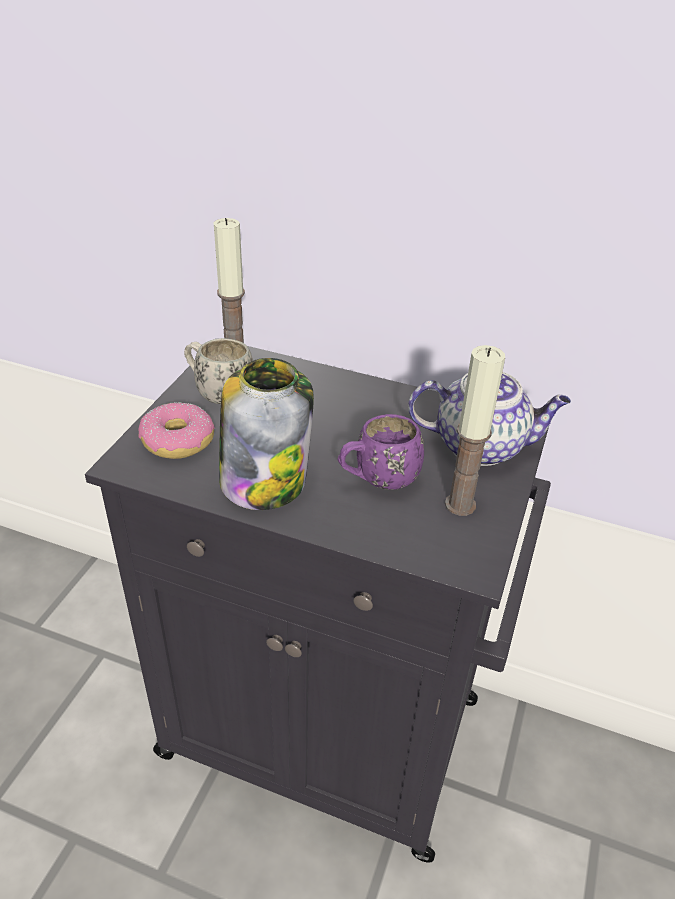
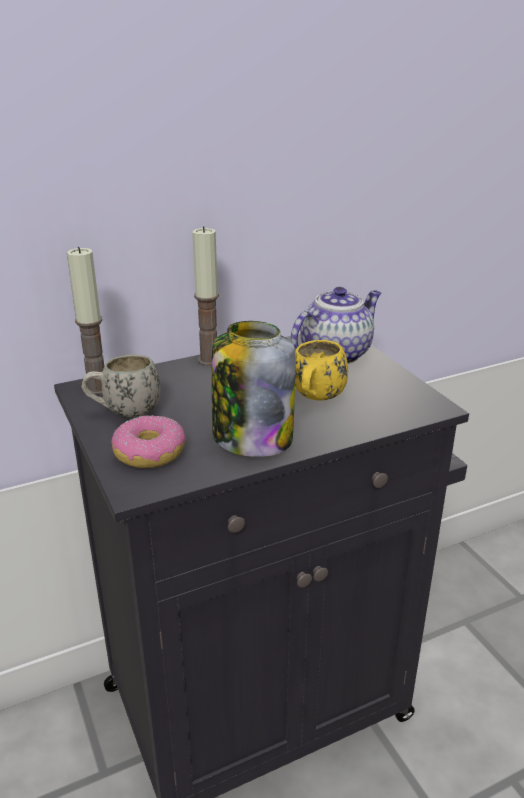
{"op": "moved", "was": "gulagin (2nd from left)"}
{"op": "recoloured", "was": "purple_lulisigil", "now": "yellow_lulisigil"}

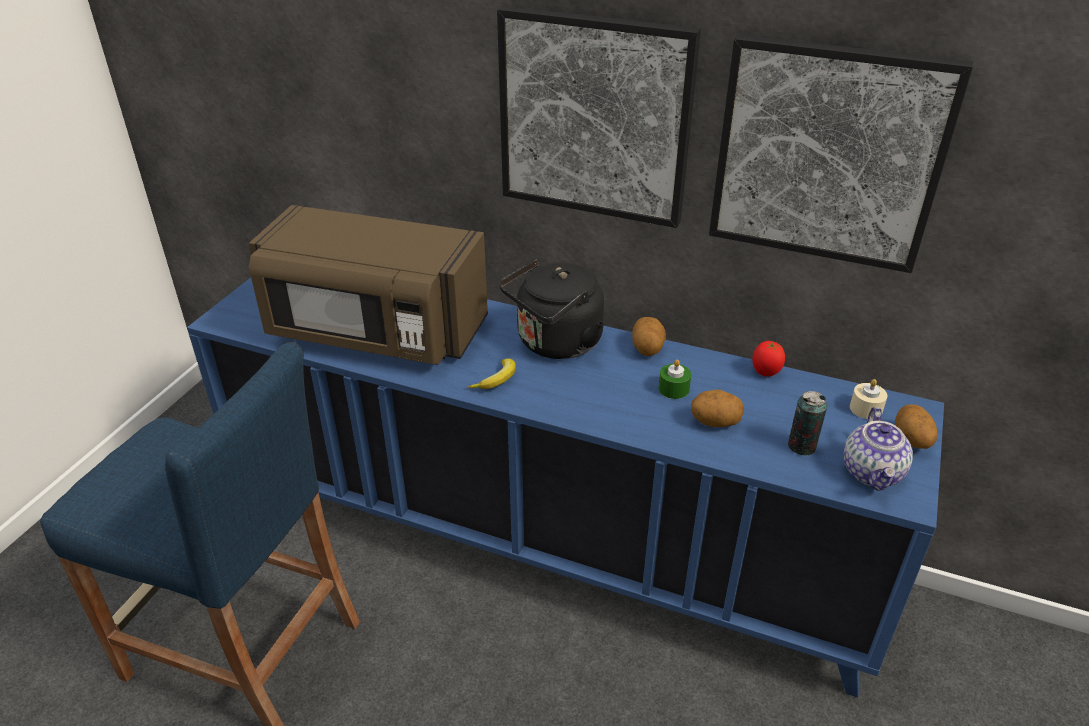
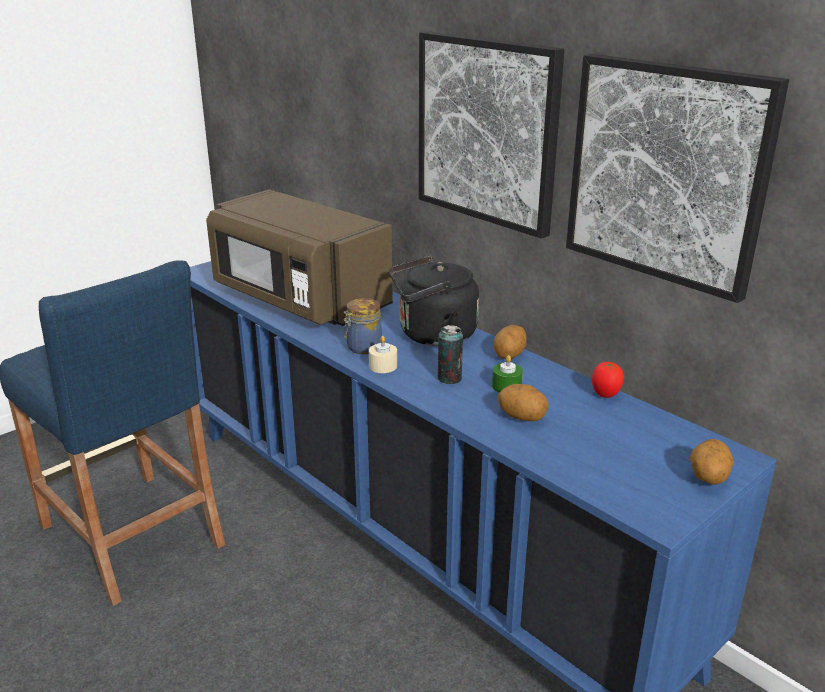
{"op": "removed", "was": "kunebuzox"}
{"op": "moved", "was": "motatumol"}
{"op": "moved", "was": "beige_gulagin"}
{"op": "replaced", "was": "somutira", "now": "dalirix"}

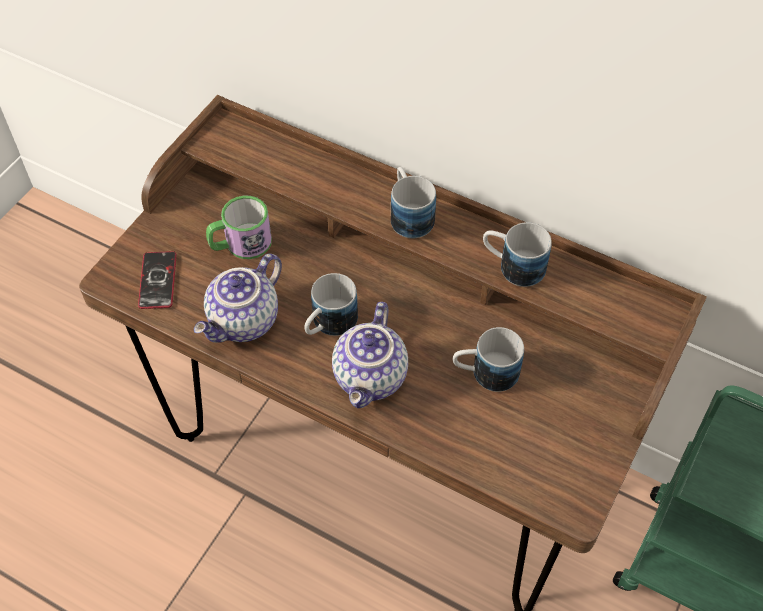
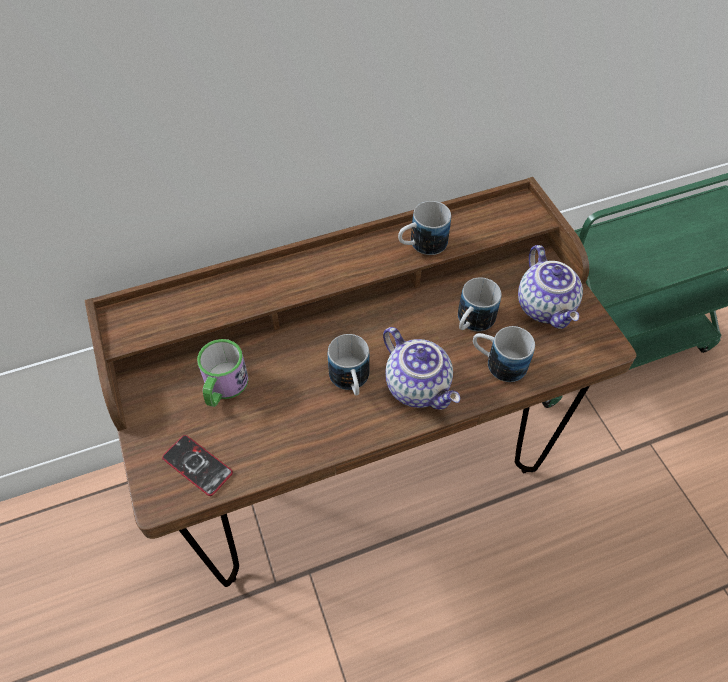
{"op": "moved", "was": "kunebuzox (1st from left in the first image)", "now": "kunebuzox (2nd from left)"}
{"op": "moved", "was": "lulisigil (3rd from left in the first image)", "now": "lulisigil (5th from left)"}

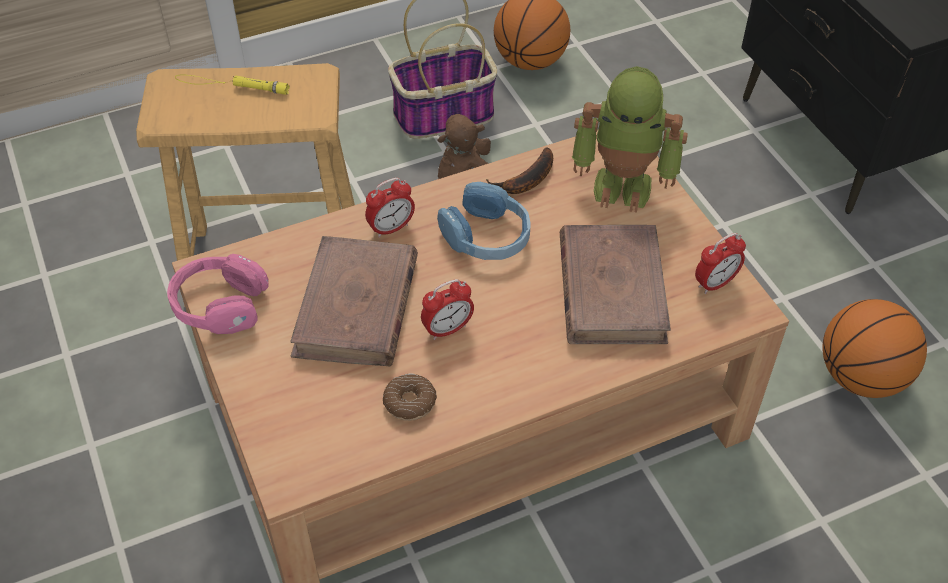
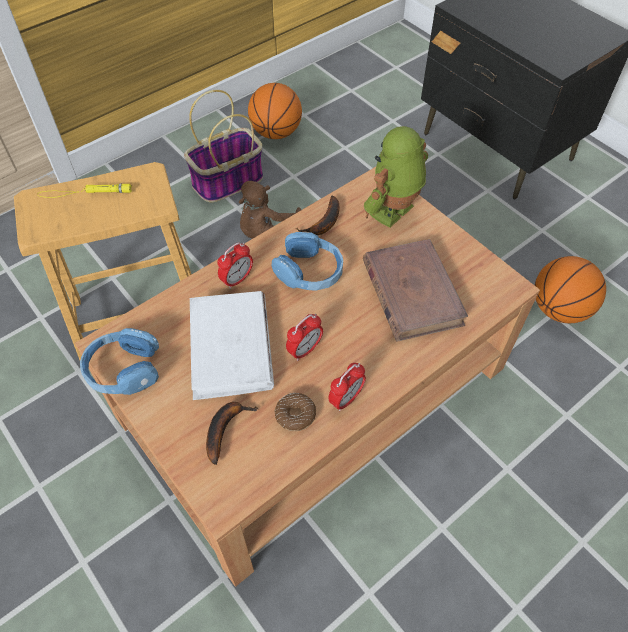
{"op": "added", "now": "somutira (1st from left)"}
{"op": "moved", "was": "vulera (3rd from left)"}
{"op": "recoloured", "was": "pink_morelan", "now": "blue_morelan (1st from left)"}
{"op": "recoloured", "was": "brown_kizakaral (1st from left)", "now": "white_kizakaral"}
{"op": "turned", "was": "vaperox", "clockwise": 135}

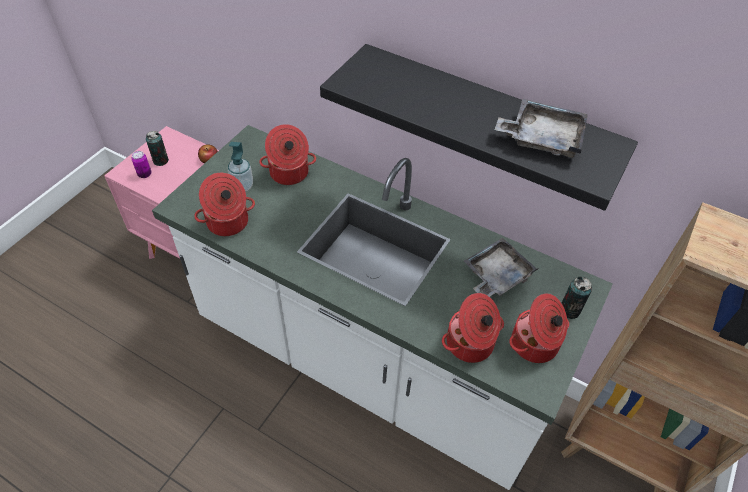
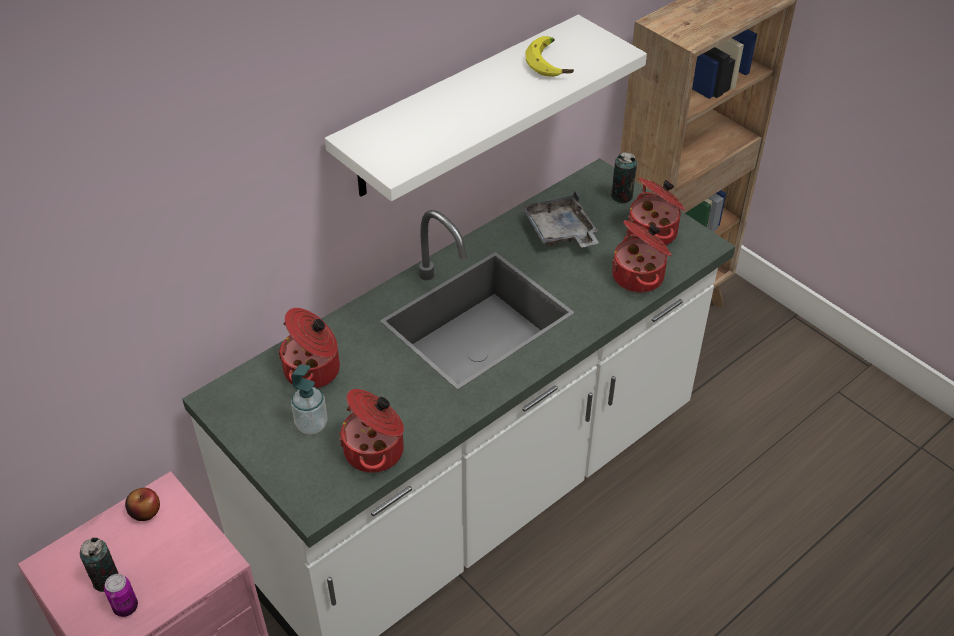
{"op": "replaced", "was": "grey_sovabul (2nd from left)", "now": "somutira"}
{"op": "recoloured", "was": "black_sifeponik", "now": "white_sifeponik"}

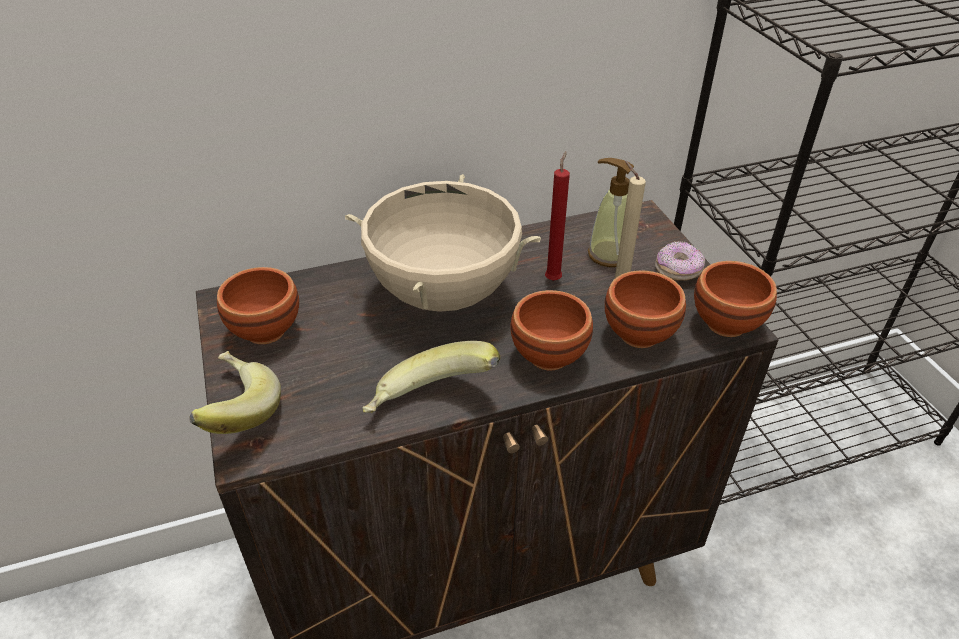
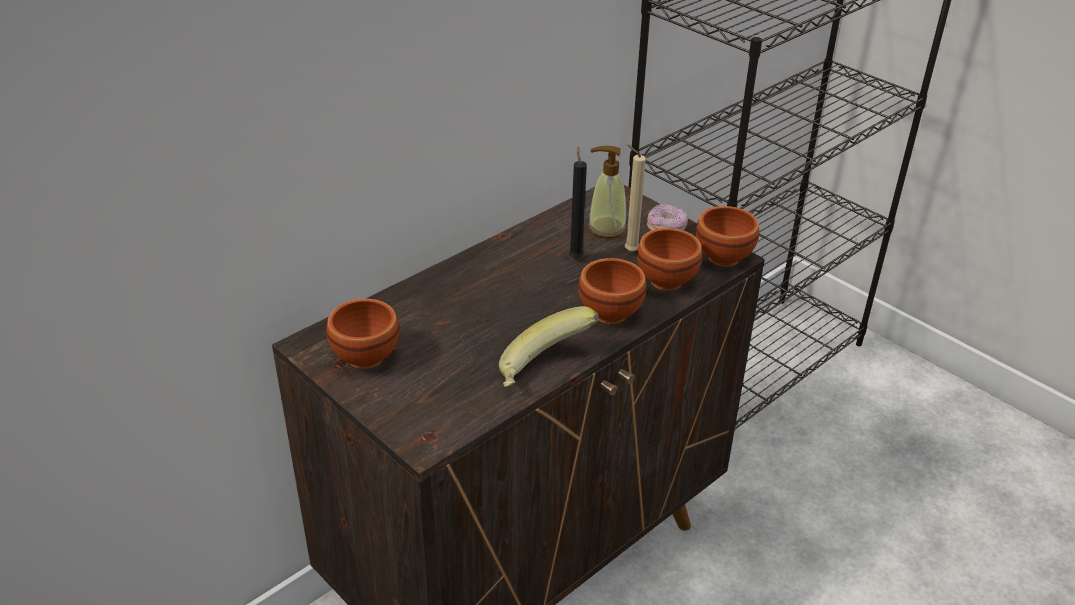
{"op": "removed", "was": "somutira (1st from left)"}
{"op": "removed", "was": "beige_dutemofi"}
{"op": "recoloured", "was": "red_gulagin", "now": "black_gulagin"}

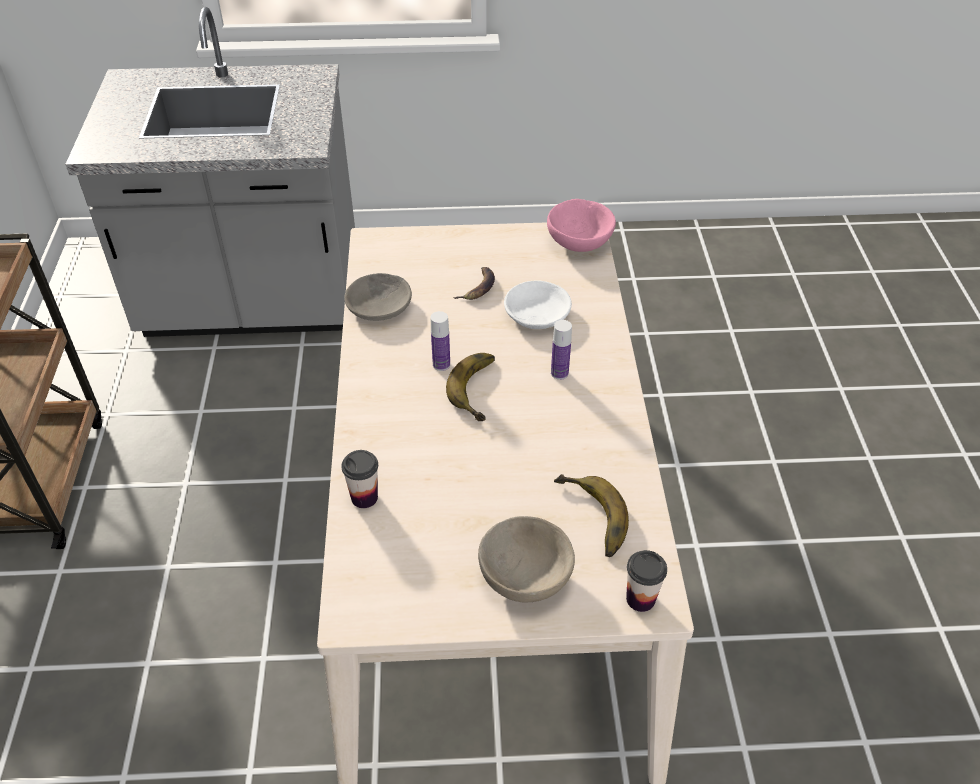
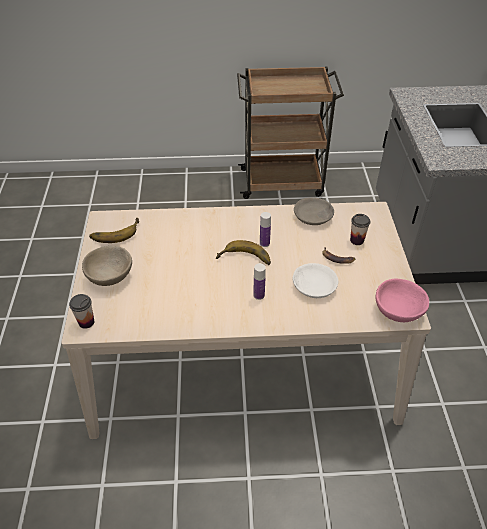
{"op": "moved", "was": "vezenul (1st from left in the first image)", "now": "vezenul (2nd from left)"}
{"op": "moved", "was": "somutira (3rd from left in the first image)", "now": "somutira (1st from left)"}

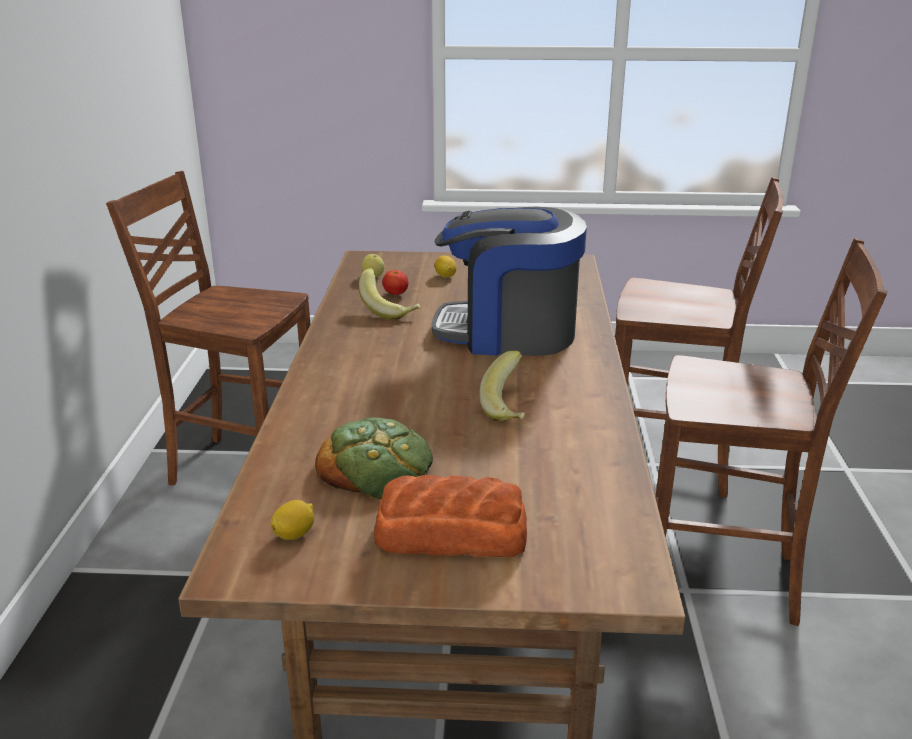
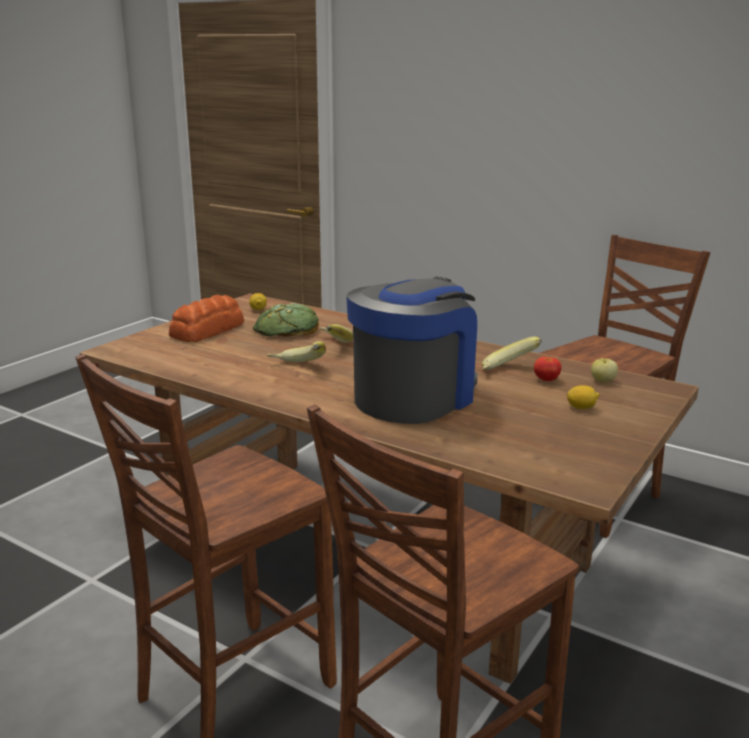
{"op": "added", "now": "somutira (2nd from left)"}

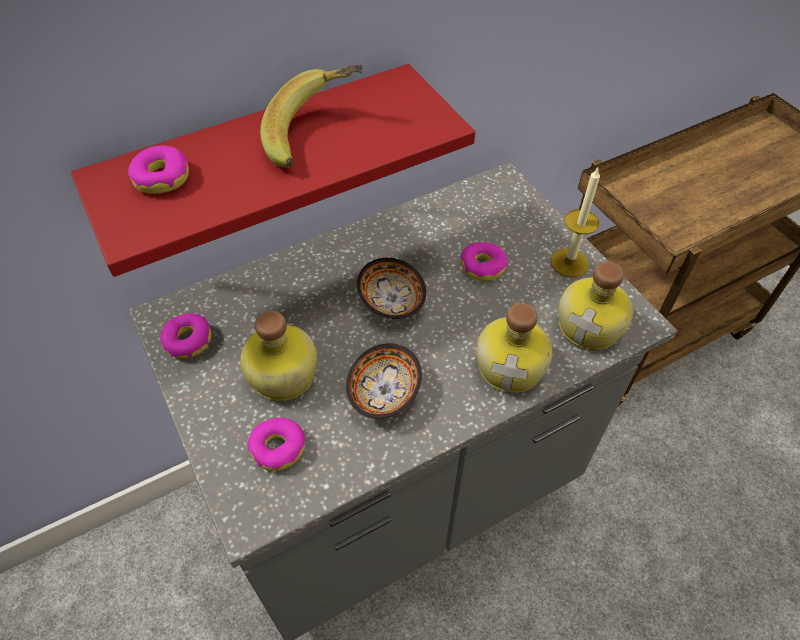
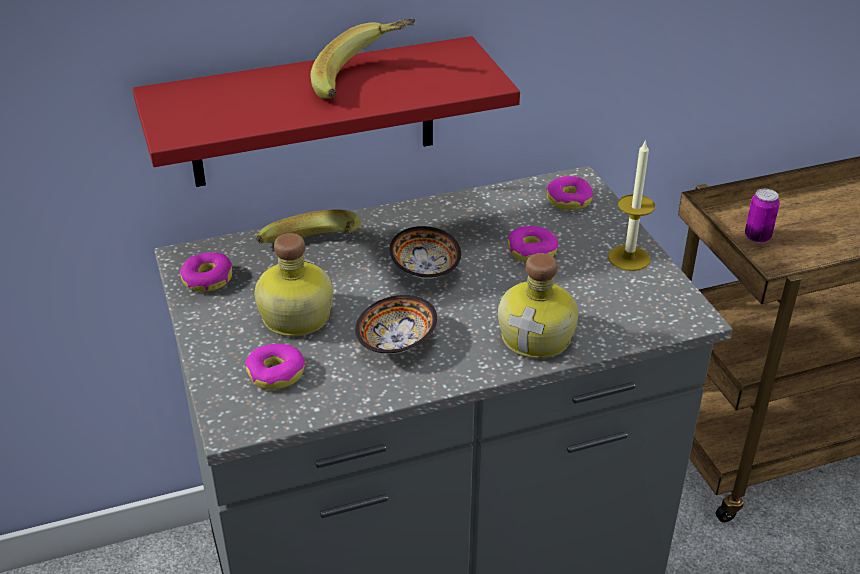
{"op": "removed", "was": "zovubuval (3rd from left)"}
{"op": "added", "now": "somutira (1st from left)"}
{"op": "added", "now": "motatumol"}
{"op": "moved", "was": "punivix (1st from left in the first image)", "now": "punivix (4th from left)"}

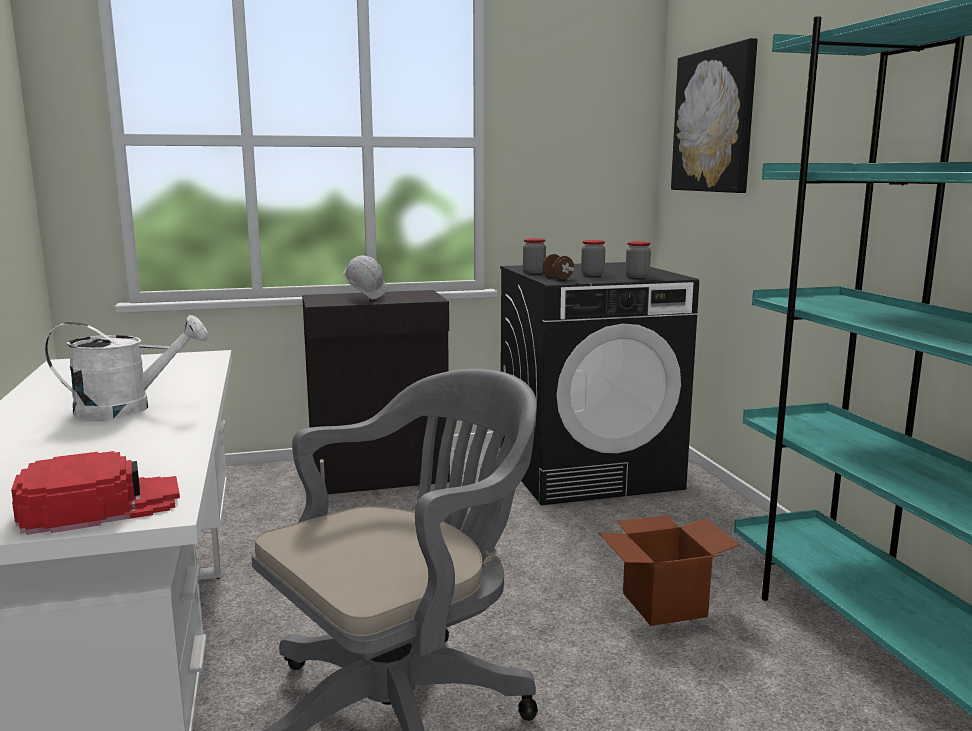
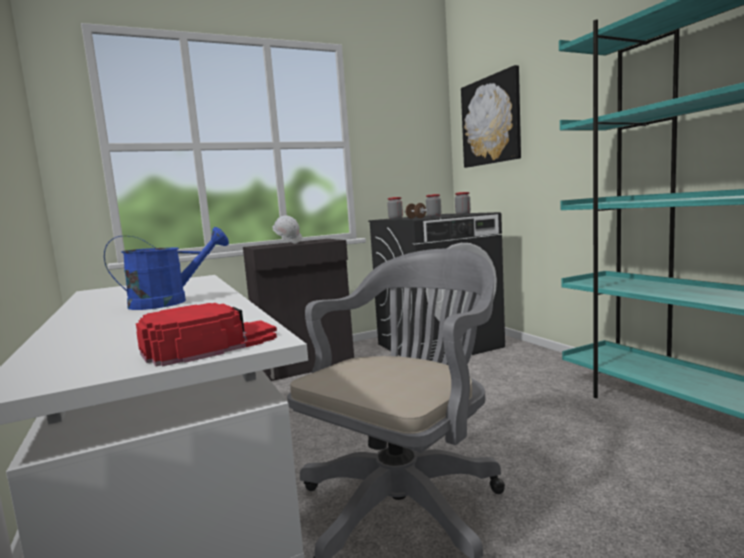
{"op": "removed", "was": "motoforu"}
{"op": "recoloured", "was": "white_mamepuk", "now": "blue_mamepuk"}

